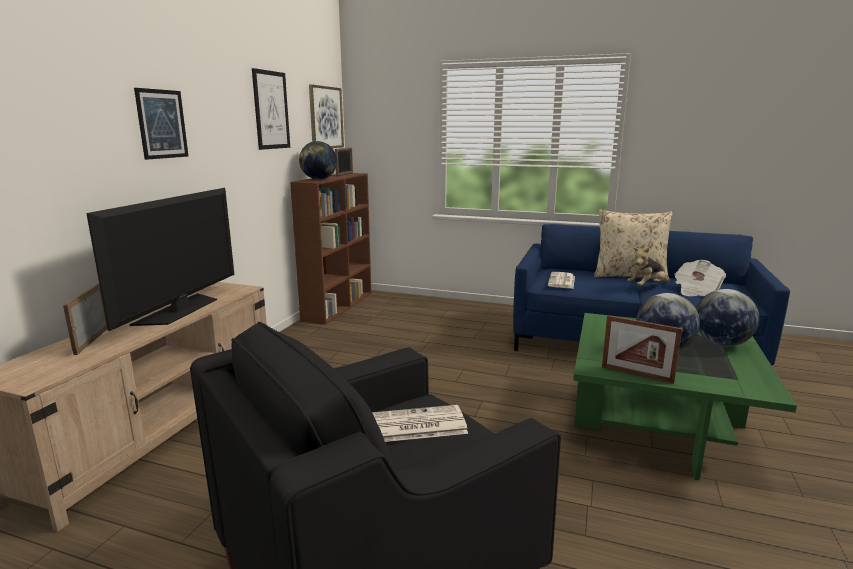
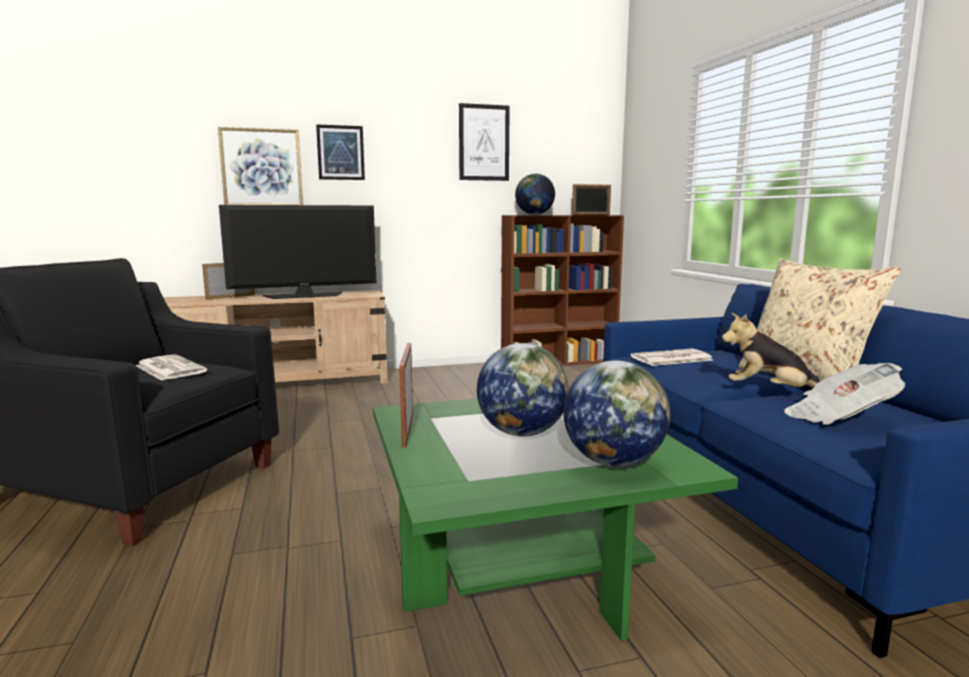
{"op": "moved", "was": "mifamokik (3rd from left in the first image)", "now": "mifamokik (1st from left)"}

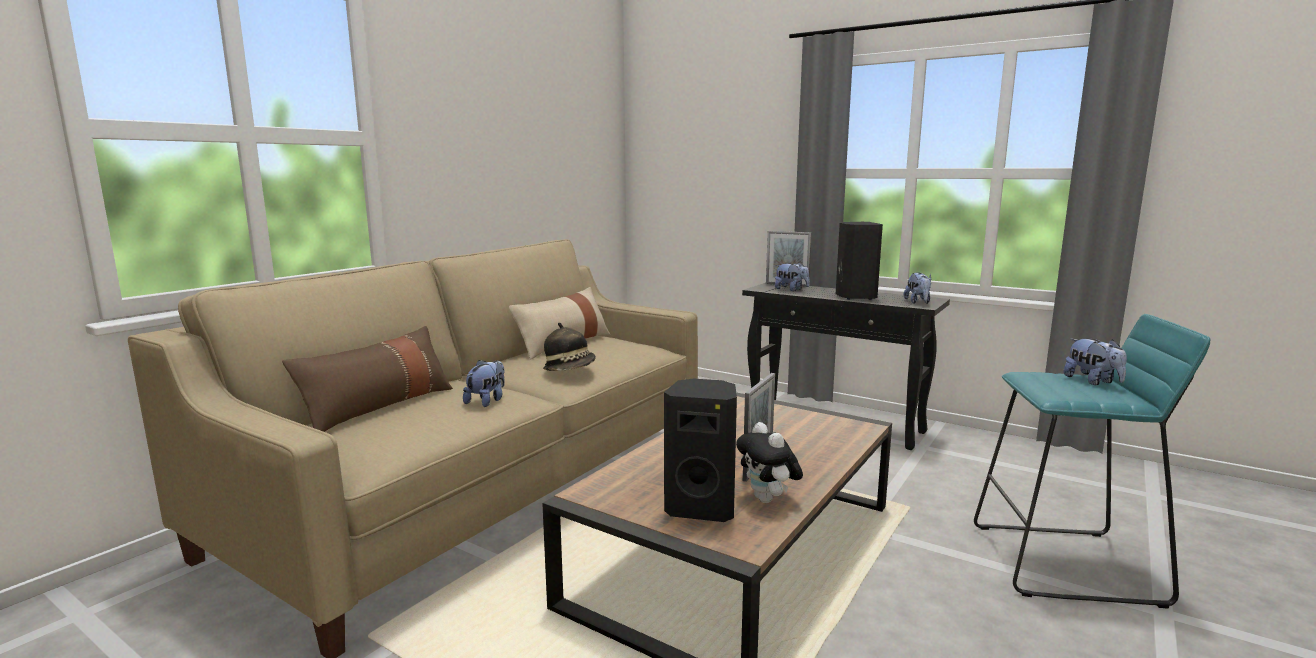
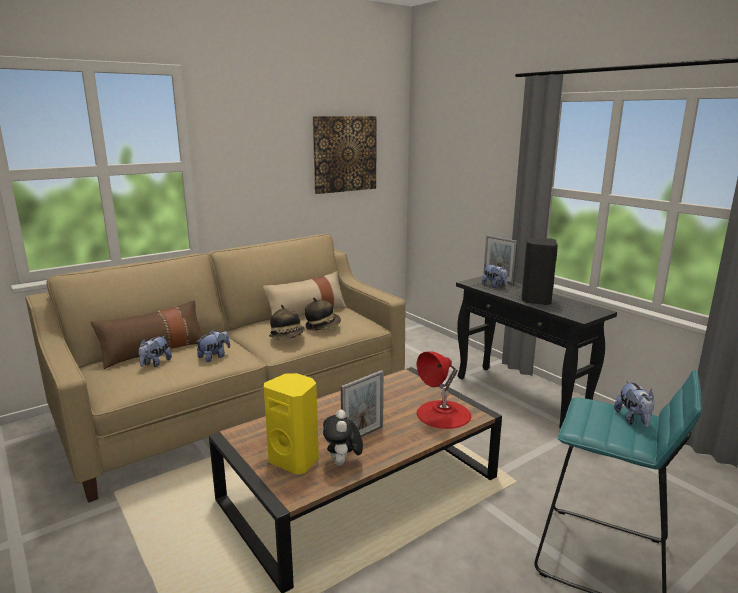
{"op": "added", "now": "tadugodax (2nd from left)"}
{"op": "added", "now": "mifamokik"}
{"op": "added", "now": "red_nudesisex"}
{"op": "moved", "was": "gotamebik (4th from left in the first image)", "now": "gotamebik (1st from left)"}
{"op": "recoloured", "was": "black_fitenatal (1st from left)", "now": "yellow_fitenatal"}

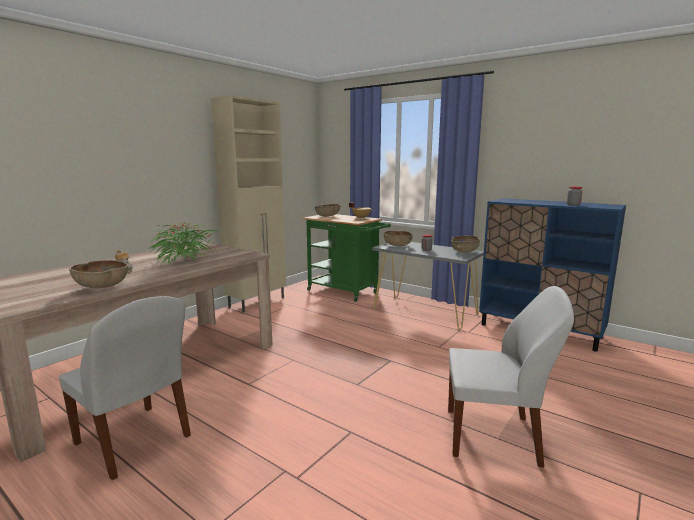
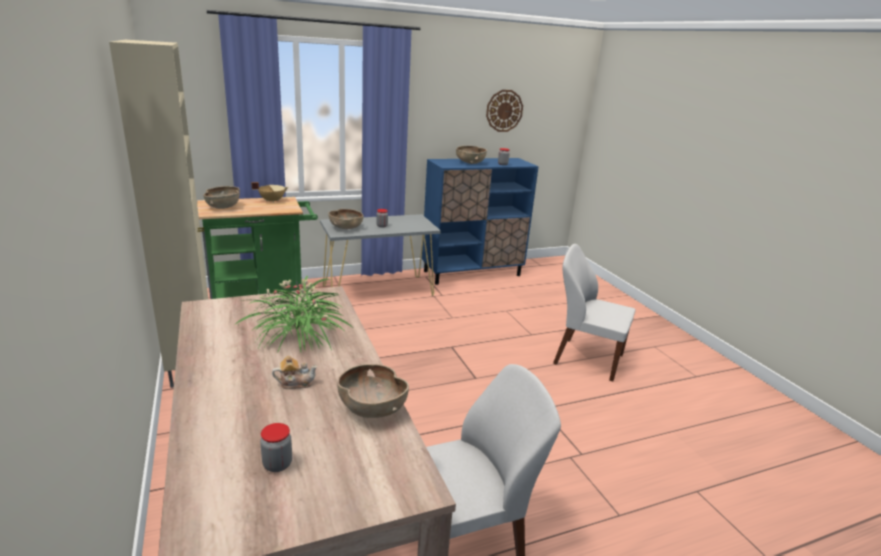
{"op": "added", "now": "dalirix (1st from left)"}
{"op": "added", "now": "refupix"}
{"op": "moved", "was": "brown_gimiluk (4th from left)"}
{"op": "turned", "was": "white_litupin (2nd from left)", "clockwise": -105}

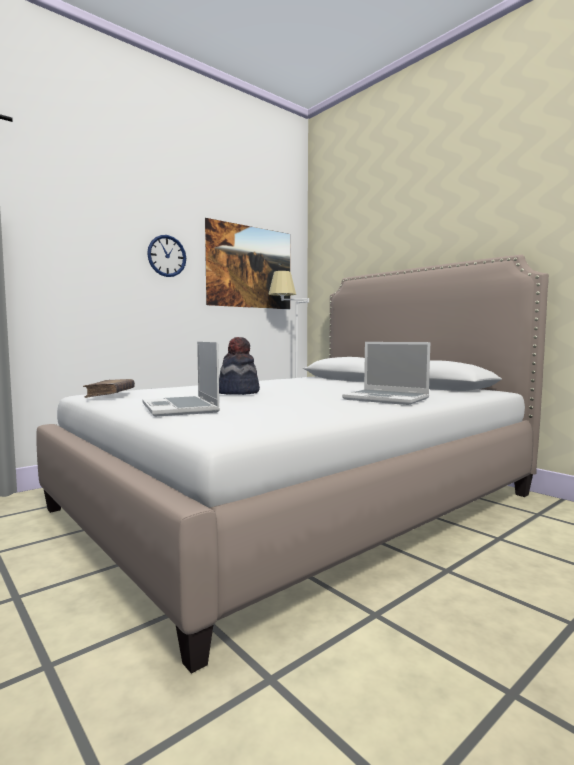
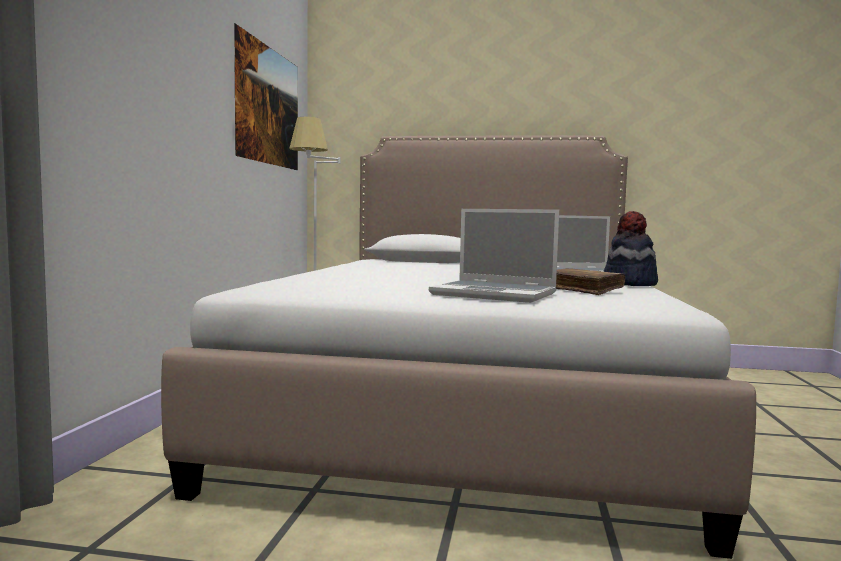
{"op": "removed", "was": "refupix"}
{"op": "moved", "was": "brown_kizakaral"}
{"op": "moved", "was": "tadugodax"}

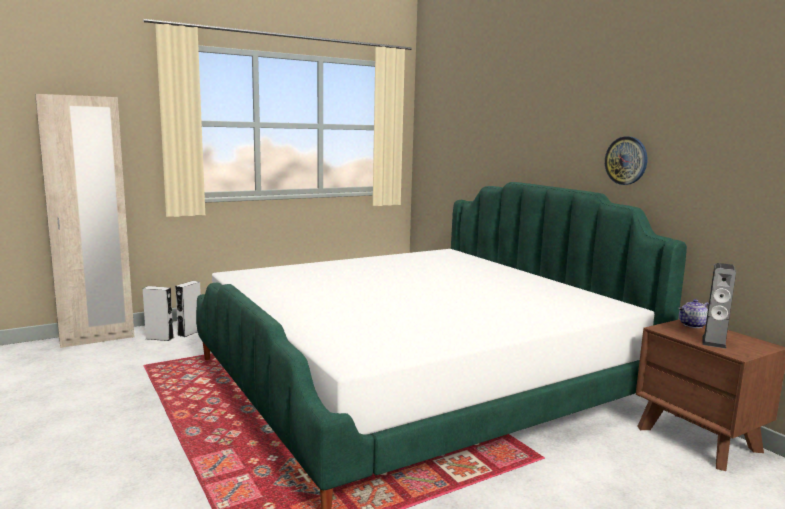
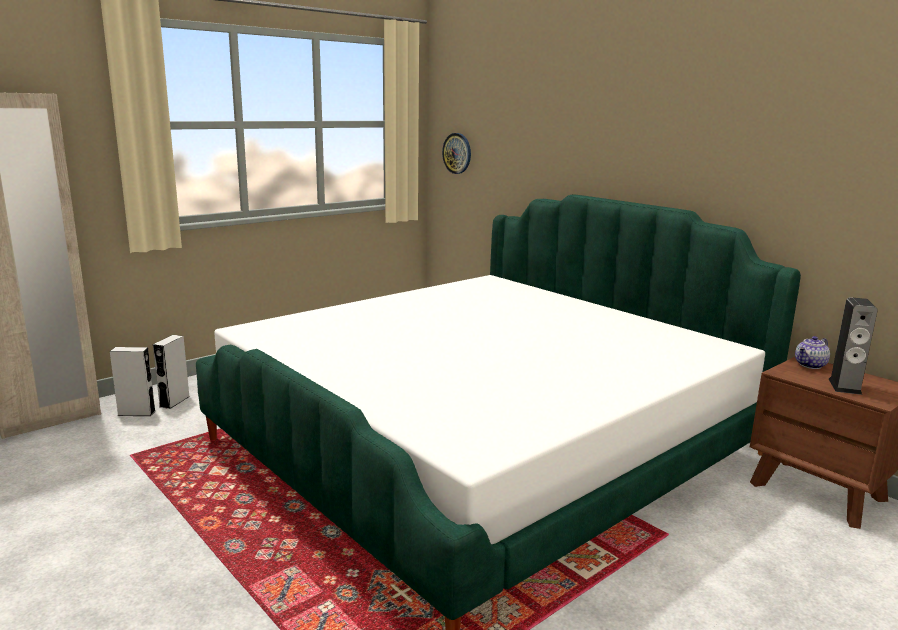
{"op": "moved", "was": "refupix"}

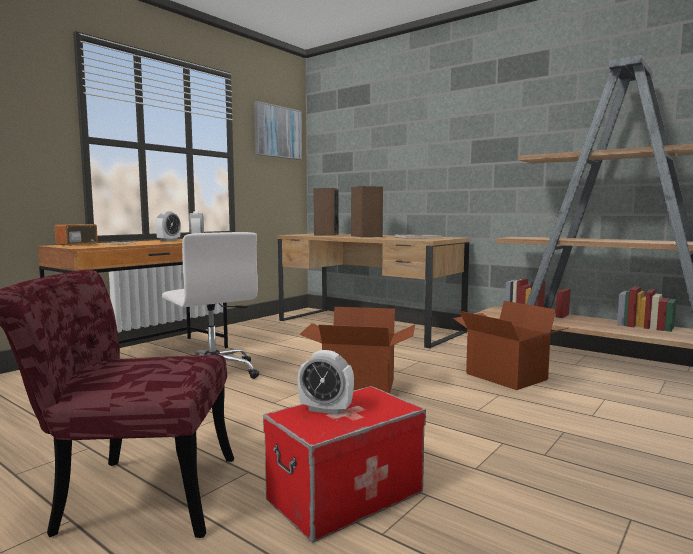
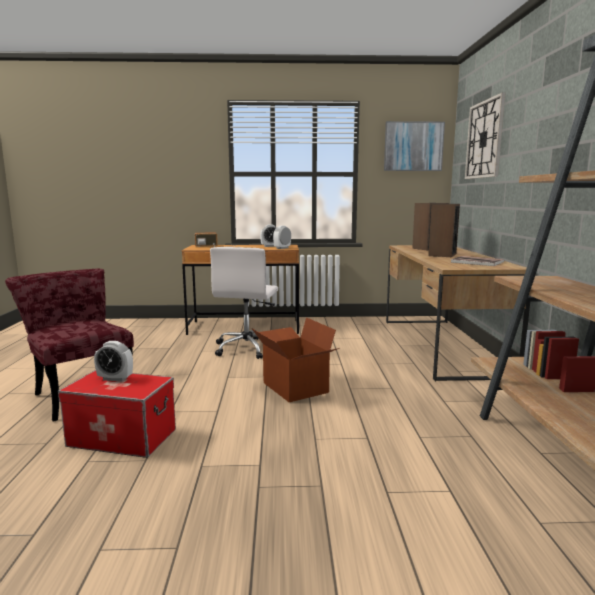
{"op": "removed", "was": "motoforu (2nd from left)"}
{"op": "added", "now": "refupix"}
{"op": "turned", "was": "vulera (3rd from left in the first image)", "clockwise": -60}

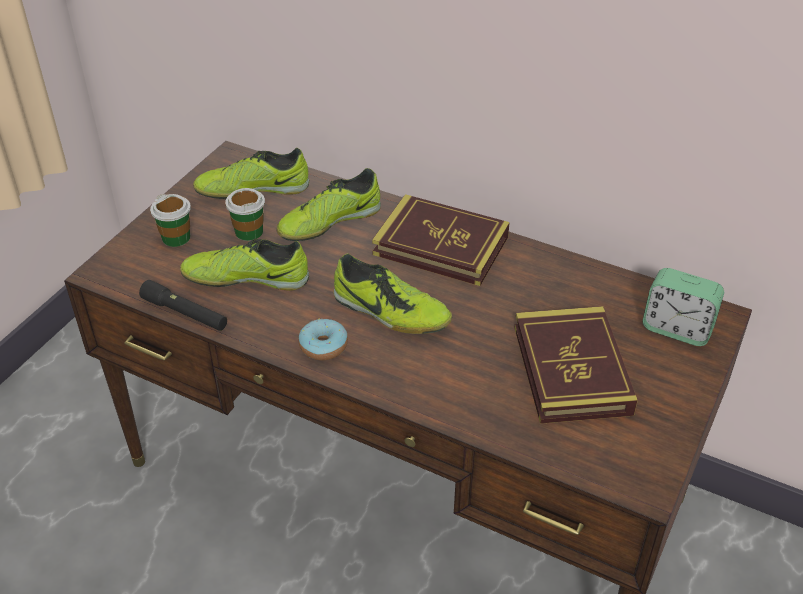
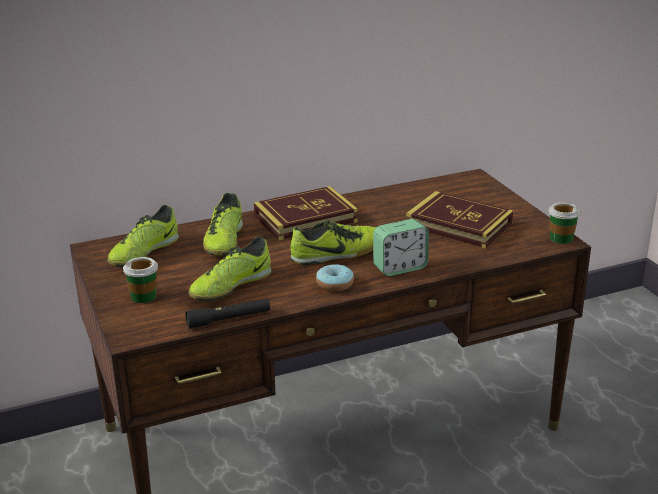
{"op": "moved", "was": "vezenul (2nd from left)"}
{"op": "moved", "was": "vulera"}

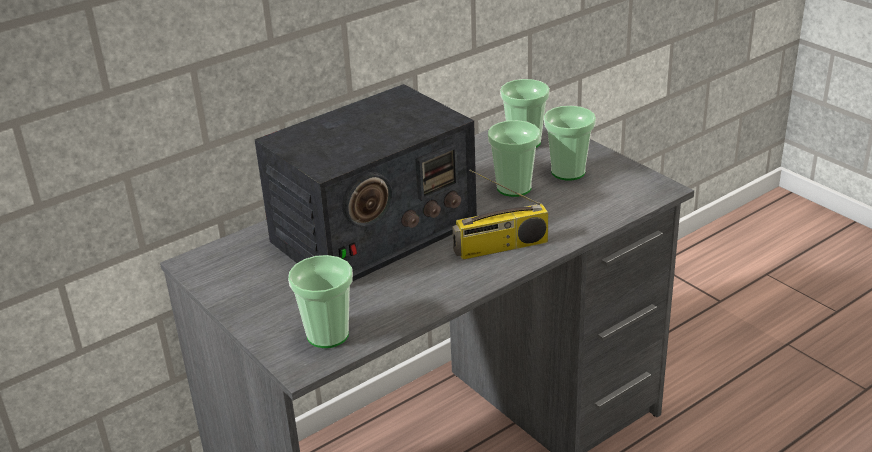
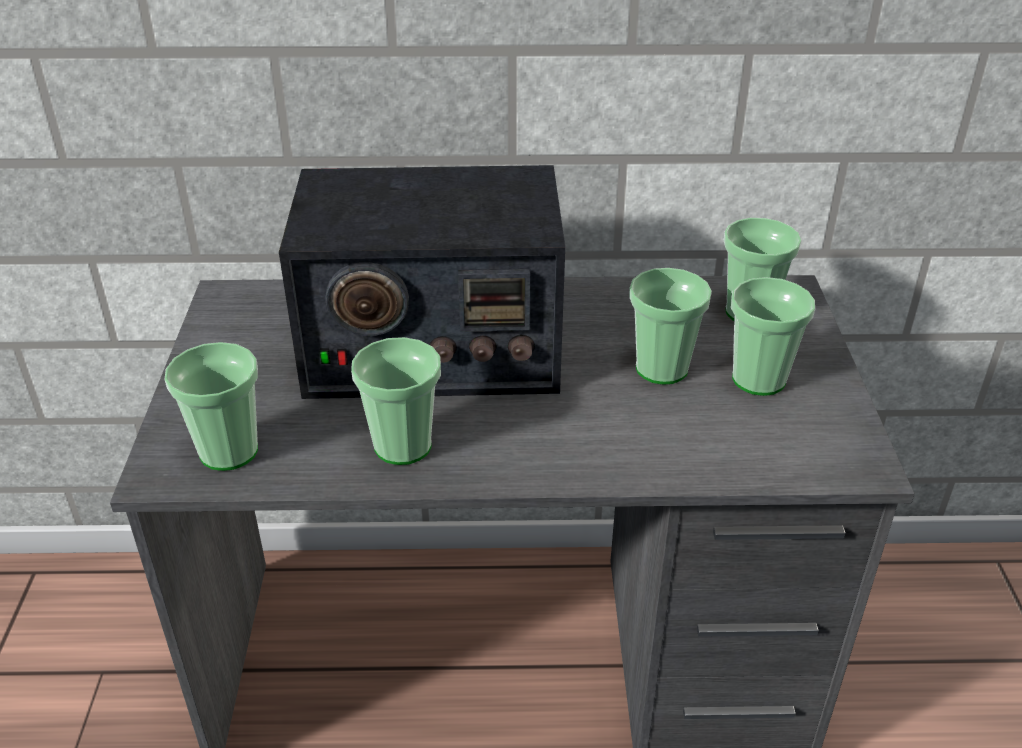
{"op": "removed", "was": "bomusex (2nd from left)"}
{"op": "added", "now": "vezenul (2nd from left)"}

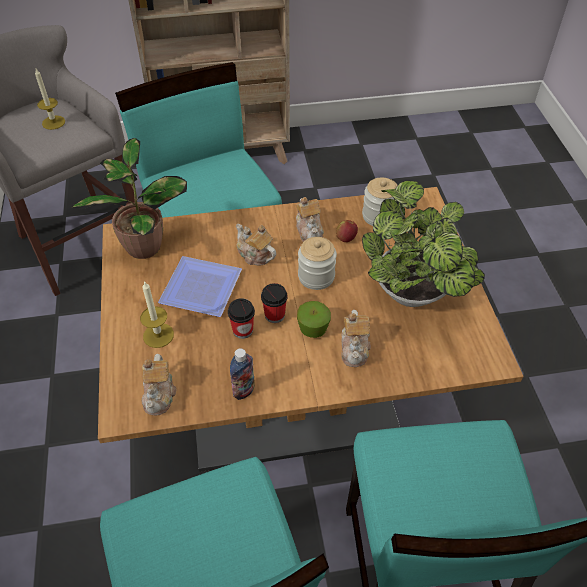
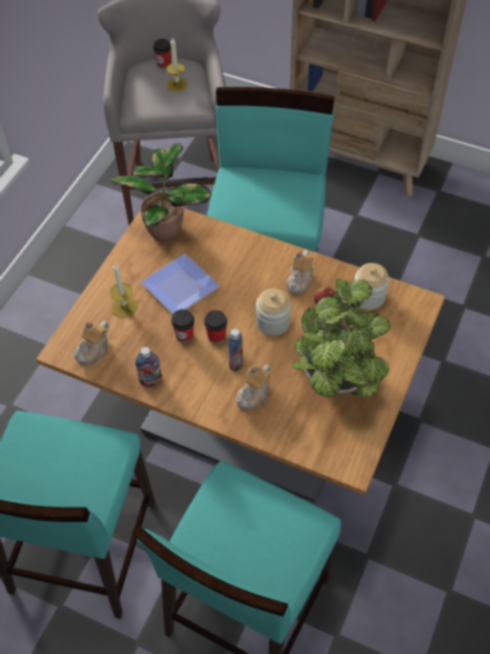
{"op": "removed", "was": "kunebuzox (2nd from left)"}
{"op": "added", "now": "vezenul (1st from left)"}
{"op": "replaced", "was": "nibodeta (1st from left)", "now": "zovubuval (2nd from left)"}

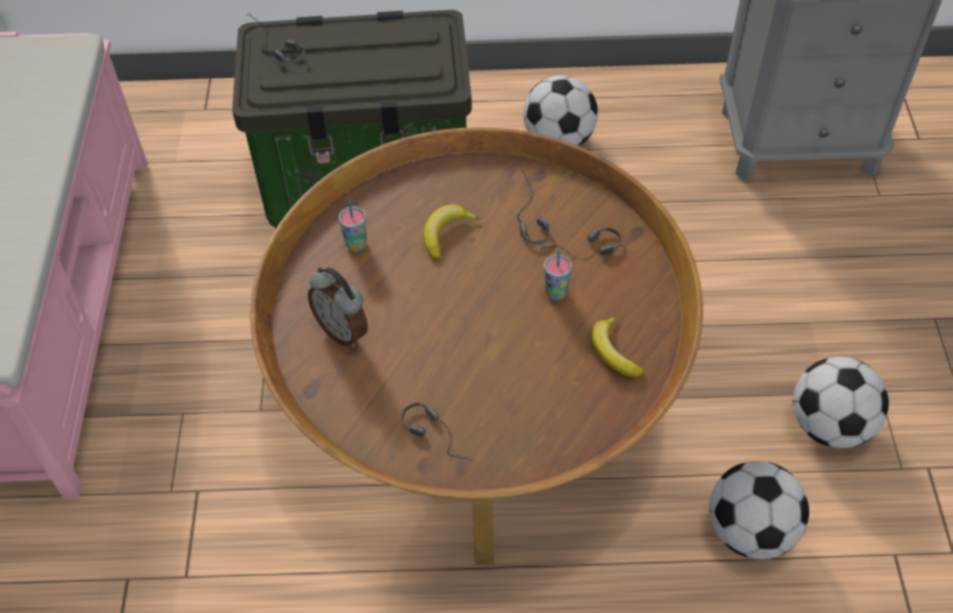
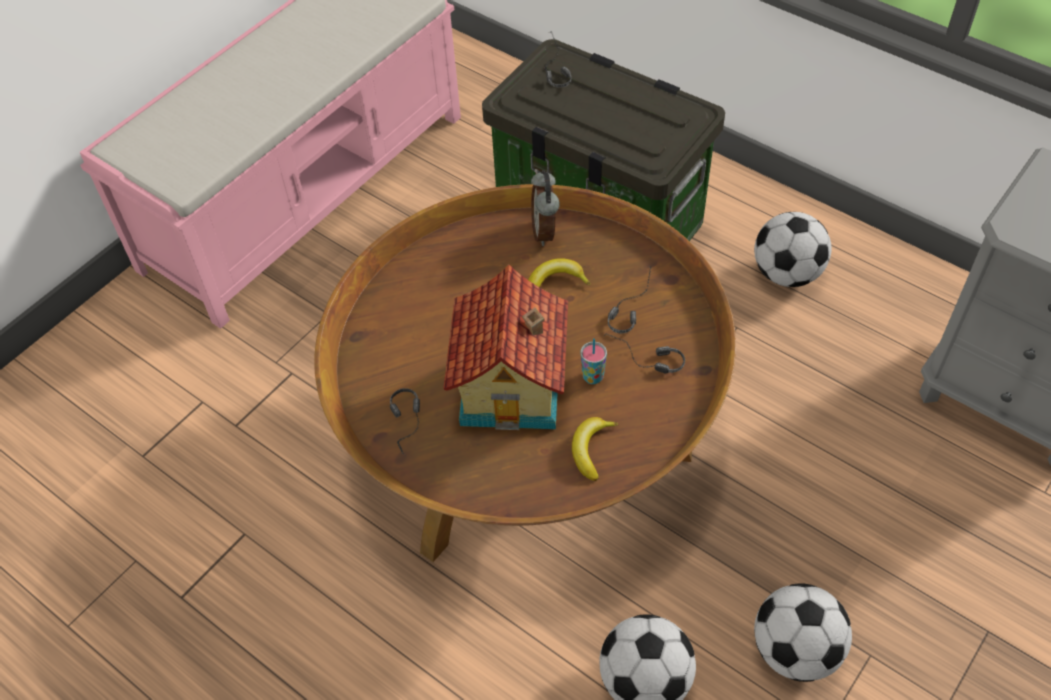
{"op": "removed", "was": "vezenul (1st from left)"}
{"op": "added", "now": "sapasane"}
{"op": "moved", "was": "vulera"}

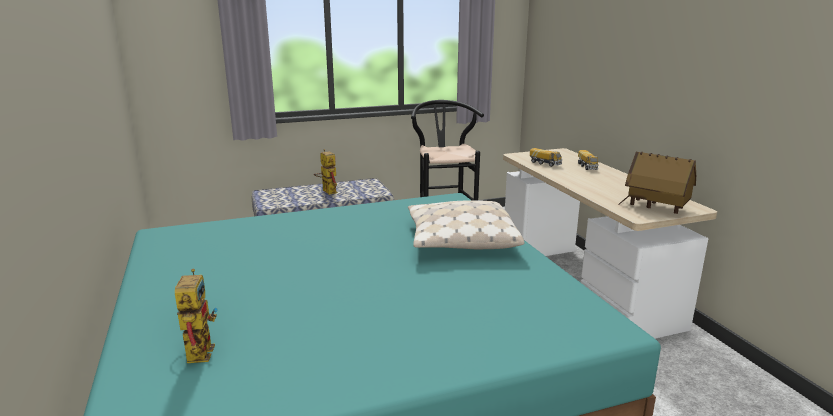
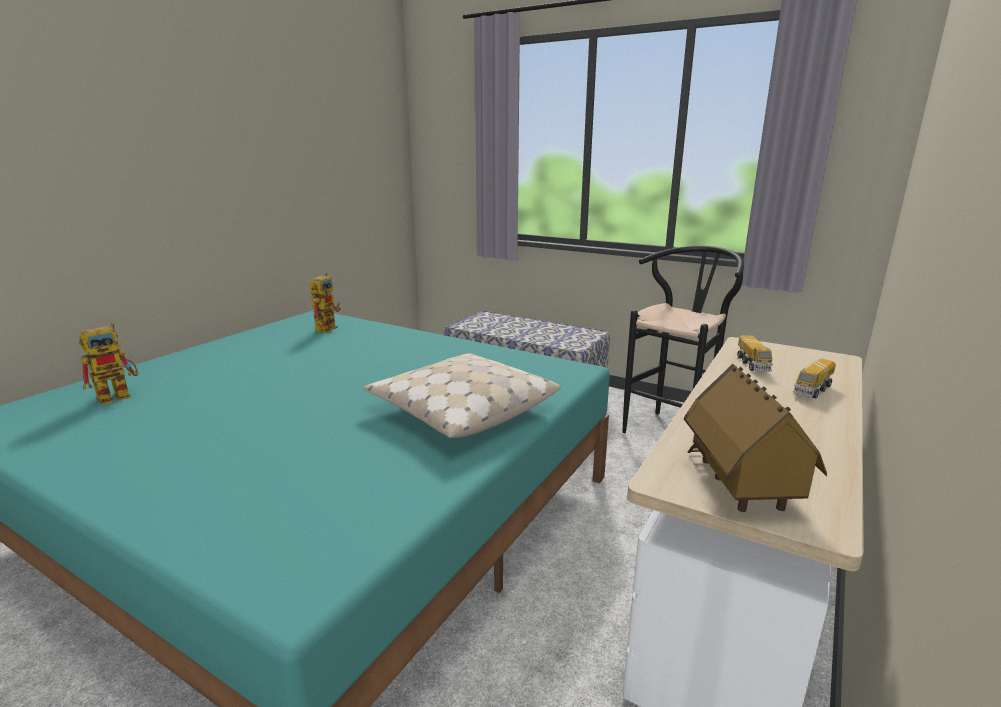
{"op": "moved", "was": "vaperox (2nd from left)"}

